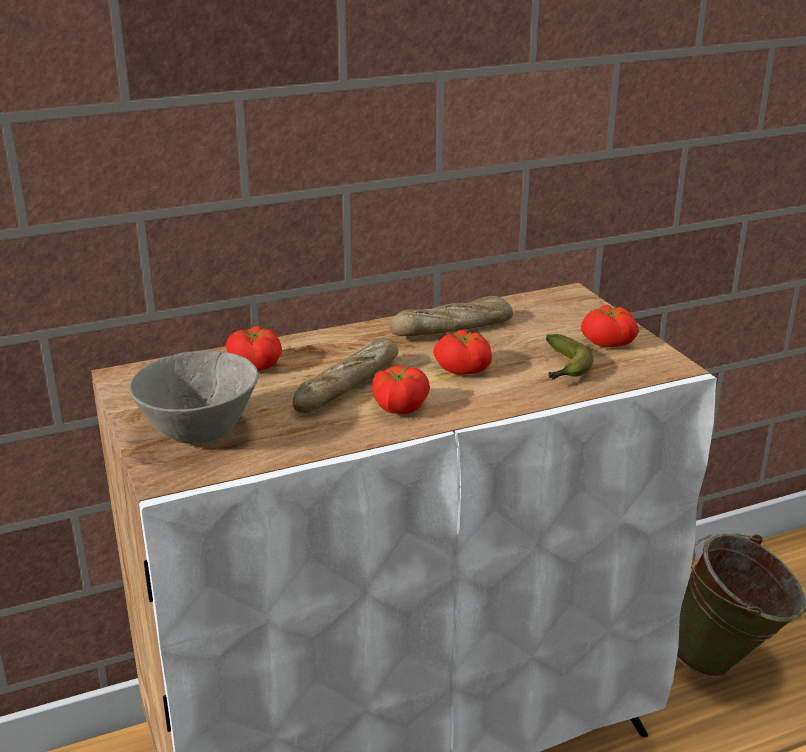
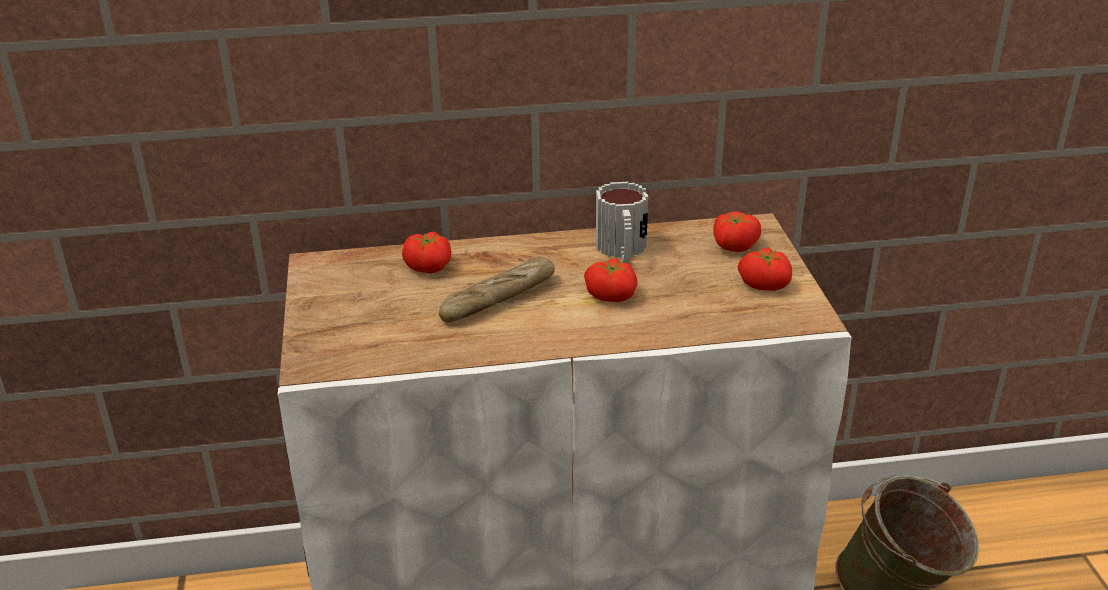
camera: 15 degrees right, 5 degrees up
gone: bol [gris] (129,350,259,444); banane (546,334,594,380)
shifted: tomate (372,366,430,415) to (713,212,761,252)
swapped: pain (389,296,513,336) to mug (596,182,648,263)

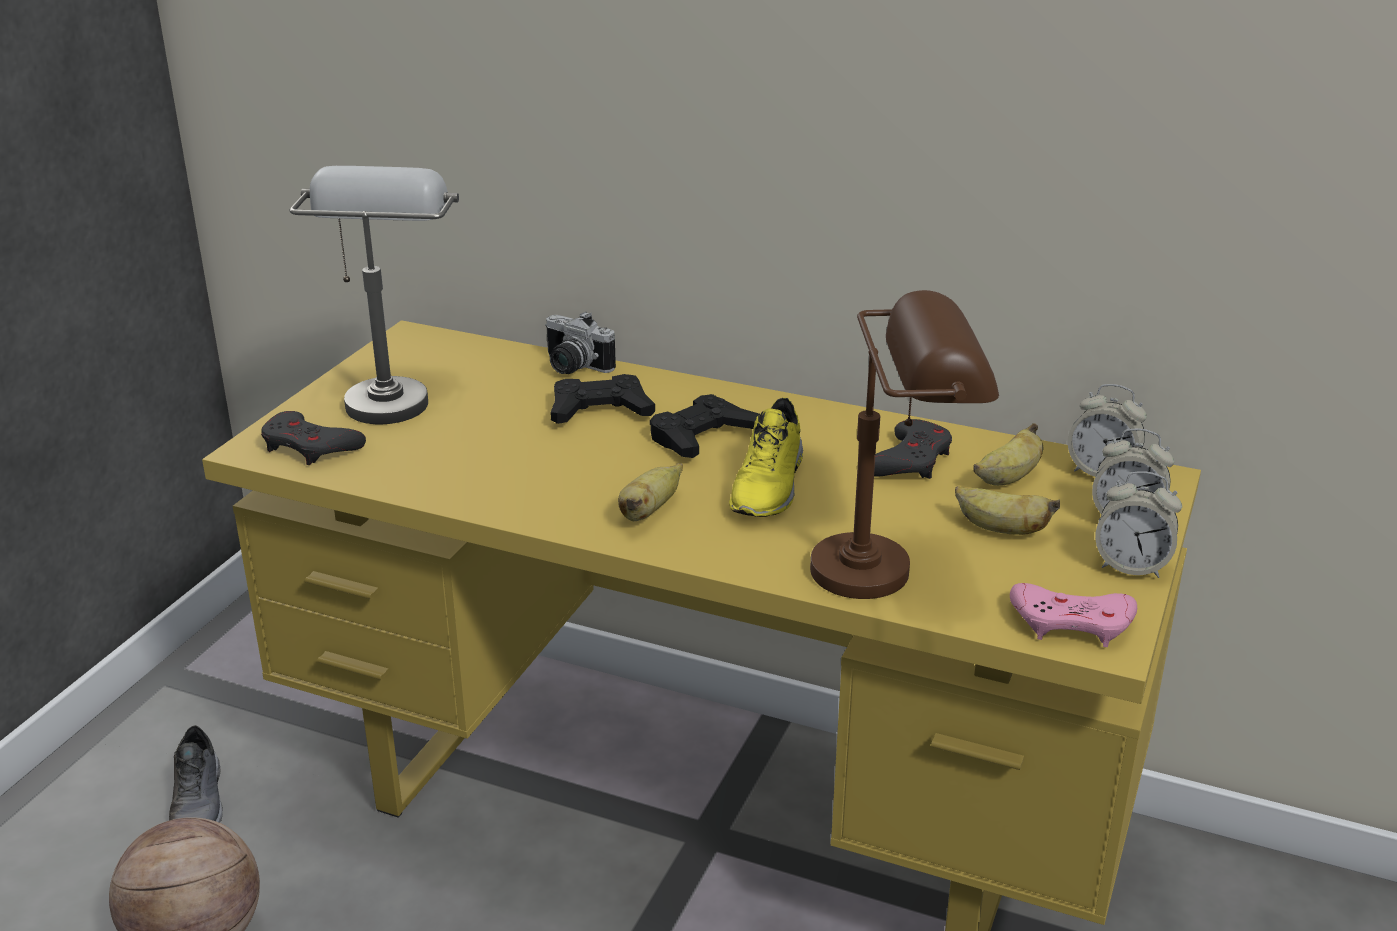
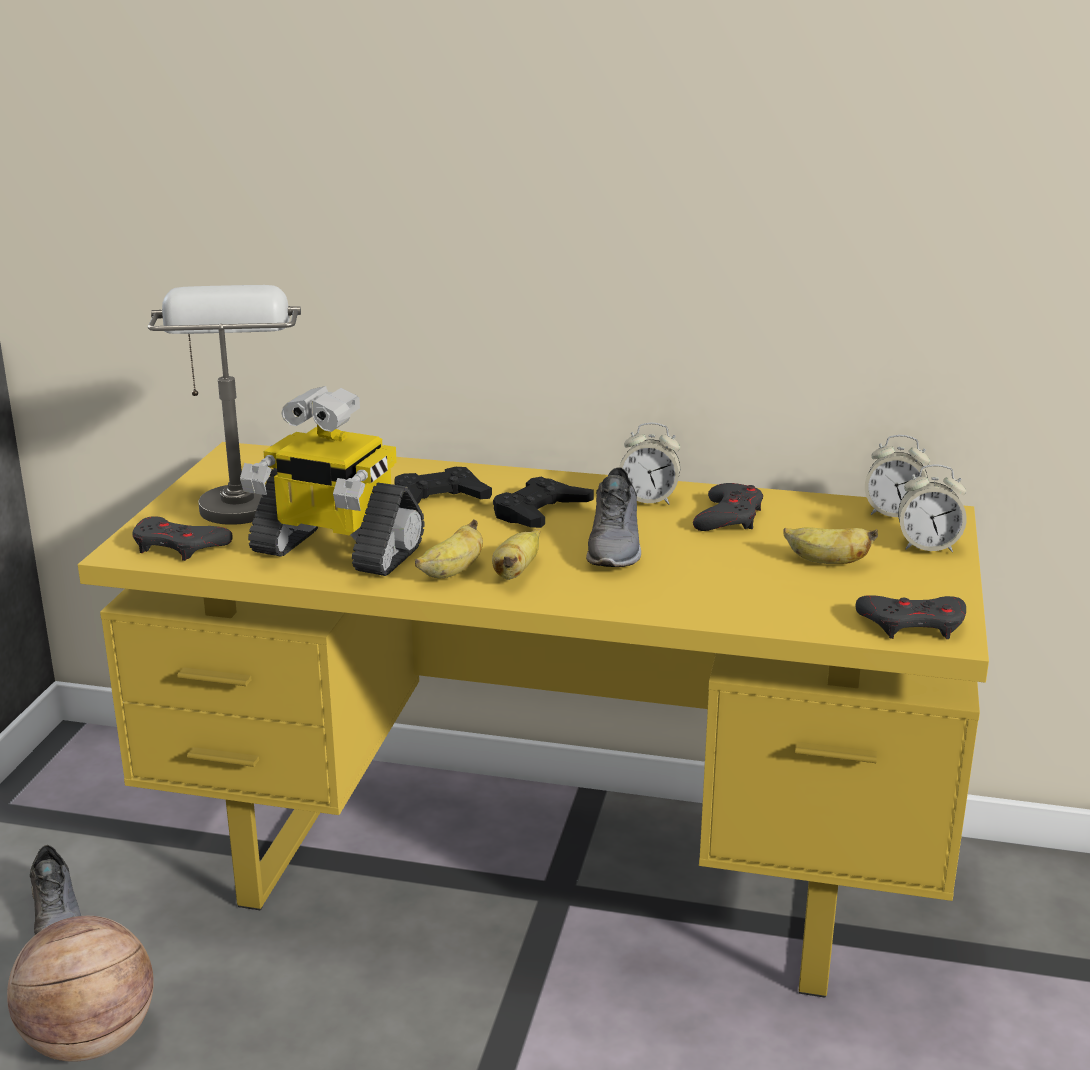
camera: 10 degrees left, 5 degrees down
gone: appareil photo (545,311,616,374); lampe de table [marron] (810,290,999,599)
new: robot jouet (240,386,424,576)
shifted: banane (973,423,1043,486) to (415,519,483,579); réveil (1095,471,1182,578) to (619,423,680,505)
repainted: chaussure [jaune] (729,398,803,517) to chaussure [gris] (586,467,641,567); manette [rose] (1010,583,1137,647) to manette [gris] (856,595,966,639)

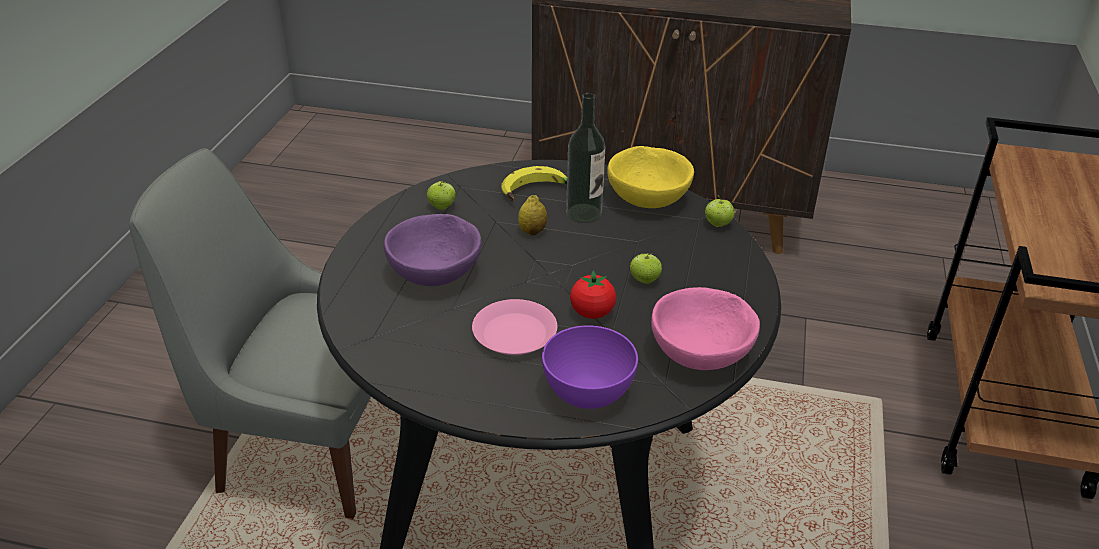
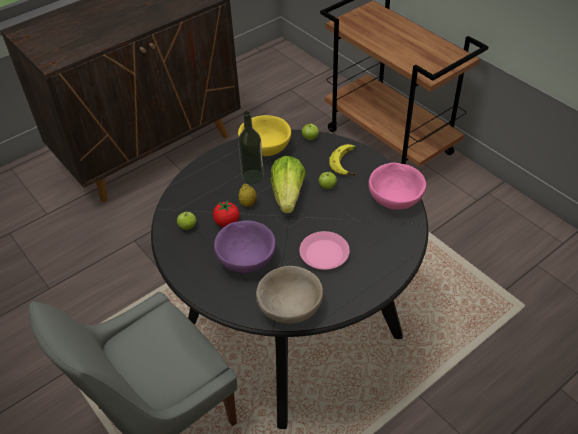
camera: 50 degrees left, 10 degrees up
gone: bol [violet] (542,325,638,409)
new: bol [beige] (256,266,323,324); laitue (270,156,306,213)
shifted: banane (501,166,567,202) to (329,144,356,176); tomate (570,270,616,319) to (213,200,239,227)

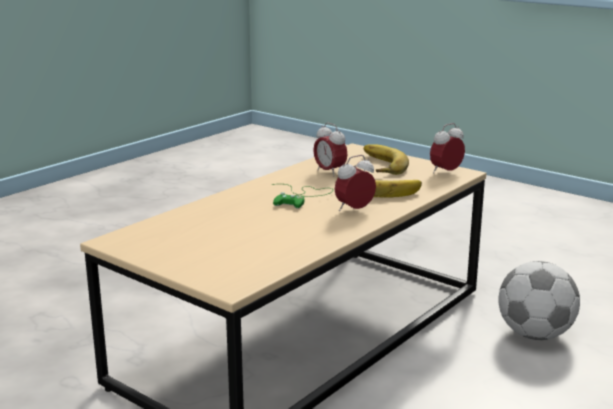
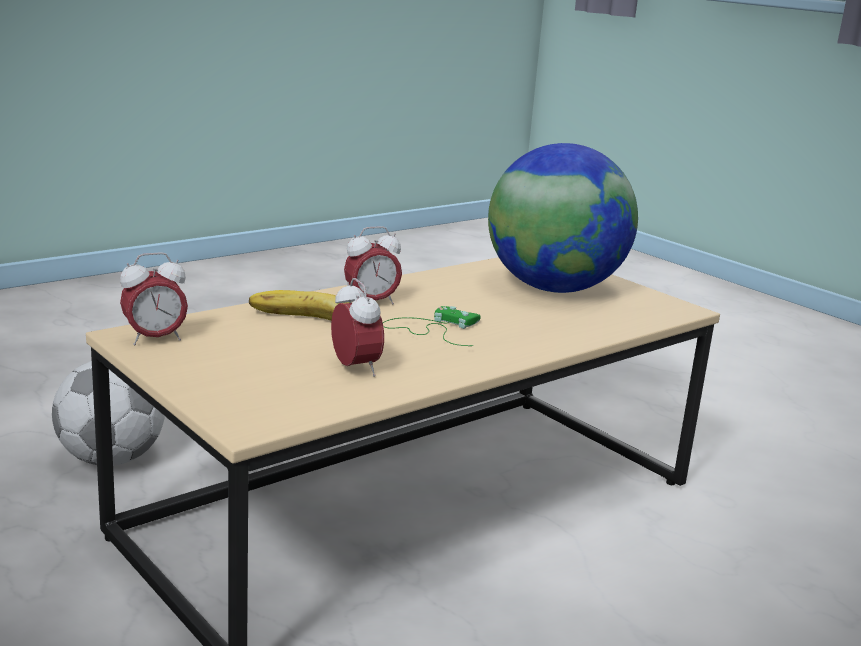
camera: 170 degrees left, 0 degrees up
gone: banane (364,144,409,175)
new: globe (488,143,638,293)

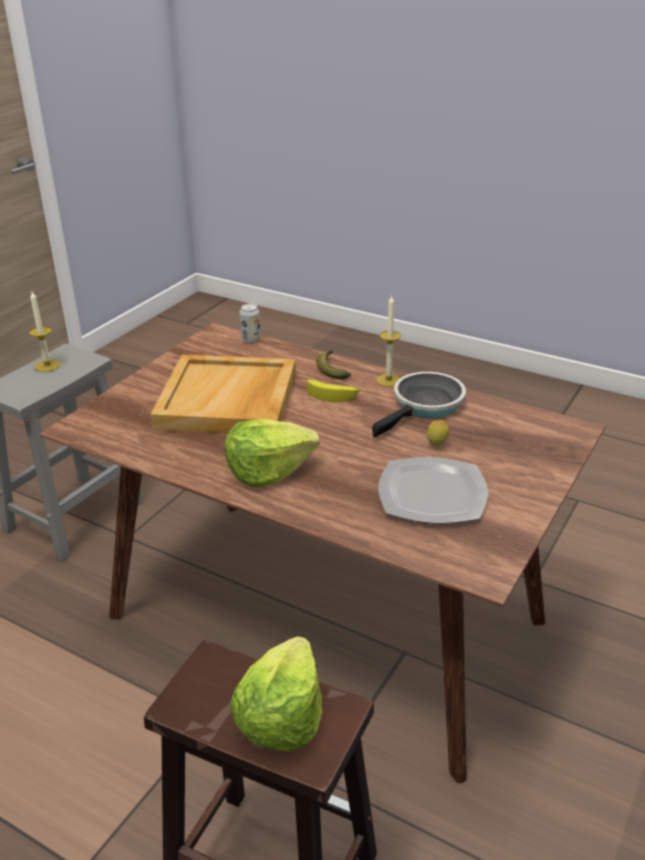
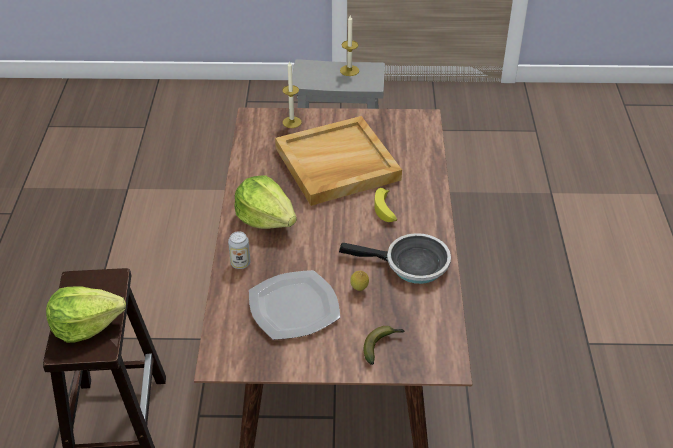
camera: 60 degrees right, 10 degrees up
shifted: boîte métallique (239,304,261,344) to (228,231,250,269); banane (316,350,351,379) to (364,326,405,365); bougie (377,295,401,387) to (282,61,302,128)

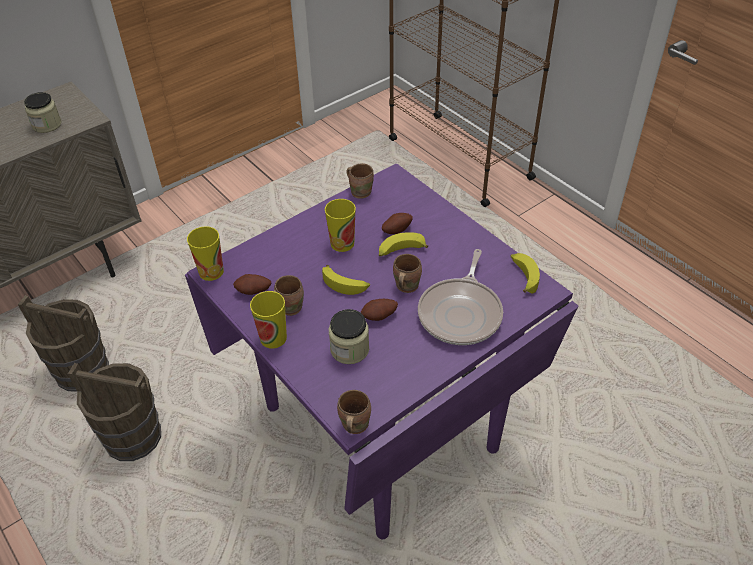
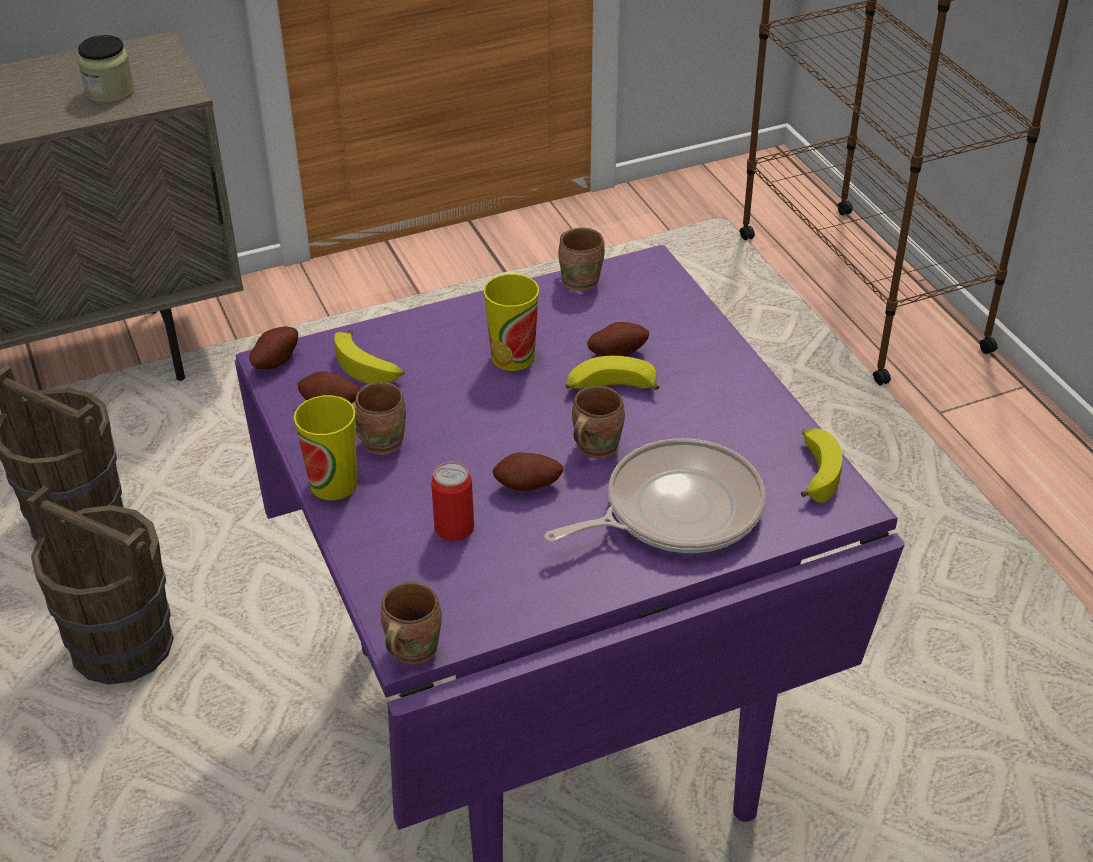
camera: 15 degrees right, 5 degrees down
shifted: banane (322,265,370,295) to (334,330,405,384)
swapped: tasse (187,226,224,281) to pomme de terre (249,326,298,370); bocal (329,309,369,364) to boîte métallique (431,461,474,541)
rotated: poêle (418,249,503,345) = (544,438,766,553) 150 degrees counterclockwise

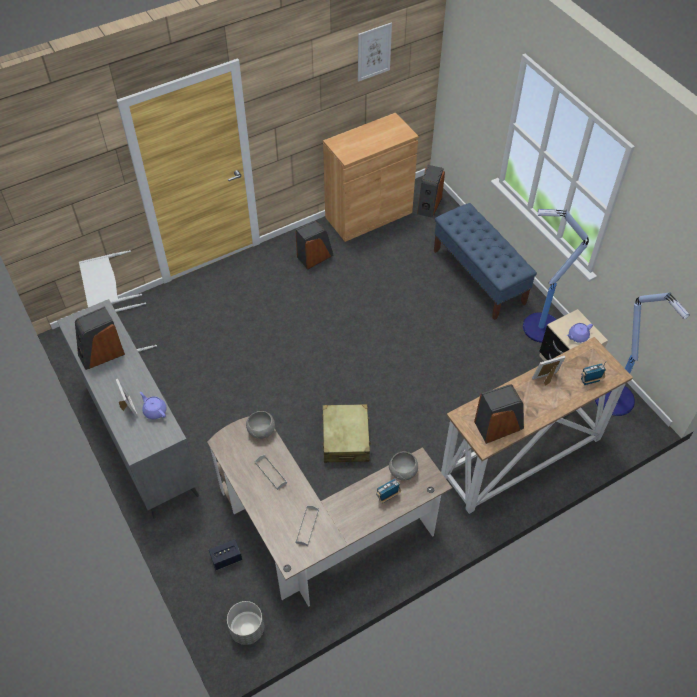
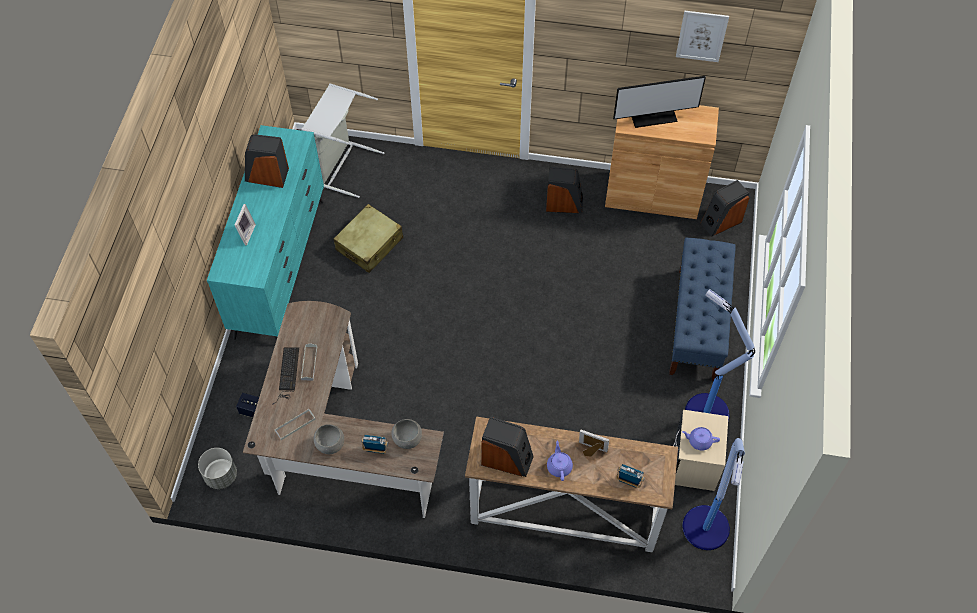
camera: 40 degrees right, 5 degrees up
new: clavier (272,347,299,405); écran d'ordinateur (613,76,706,128)
shifted: théière [violet] (140,392,167,419) to (547,441,573,481); bol [gris] (246,411,275,439) to (314,424,344,454); valise [beige] (322,404,371,463) to (334,204,403,273)
repainted: commode [gris] (57,299,199,519) to commode [turquoise] (207,125,324,340)

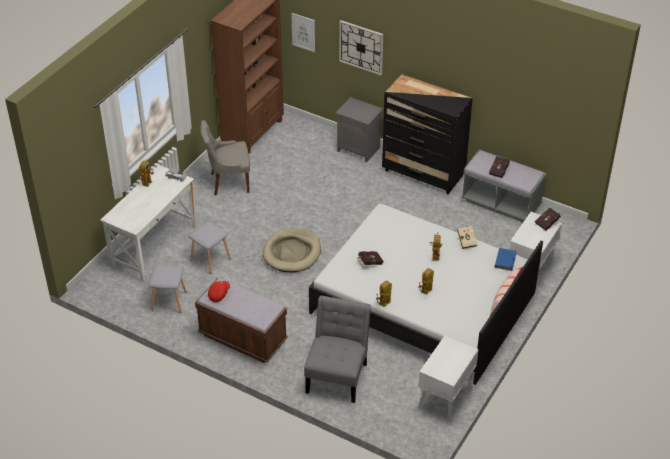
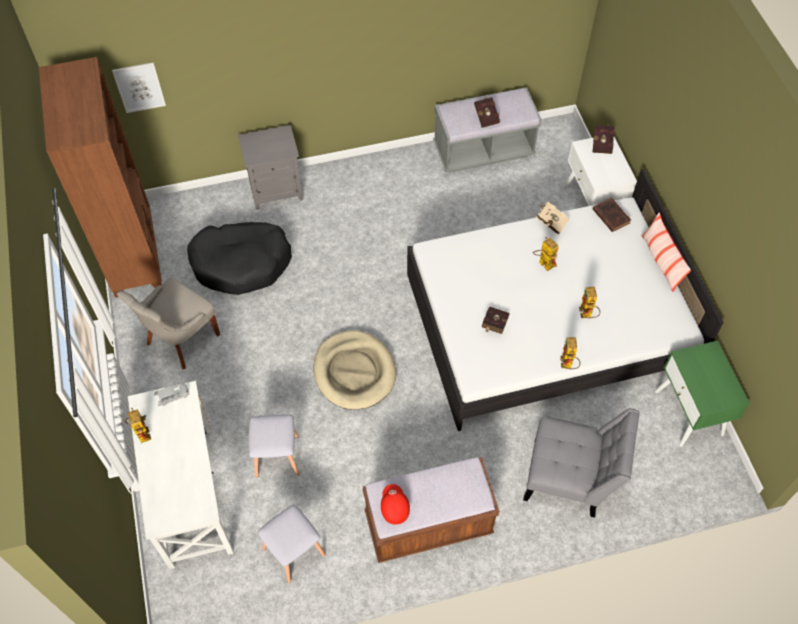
camera: 45 degrees left, 15 degrees up
gone: horloge murale (339,20,383,75); commode [noir] (382,74,472,194)
new: panier pour chien [noir] (187,222,292,295)
repainted: table de chevet [blanc] (418,336,479,422) to table de chevet [vert] (655,341,750,447); livre [bleu] (495,248,517,271) to livre [marron] (592,198,631,232)
rotated: chaise [gris] (304,296,371,403) = (523,408,640,518) 135 degrees clockwise

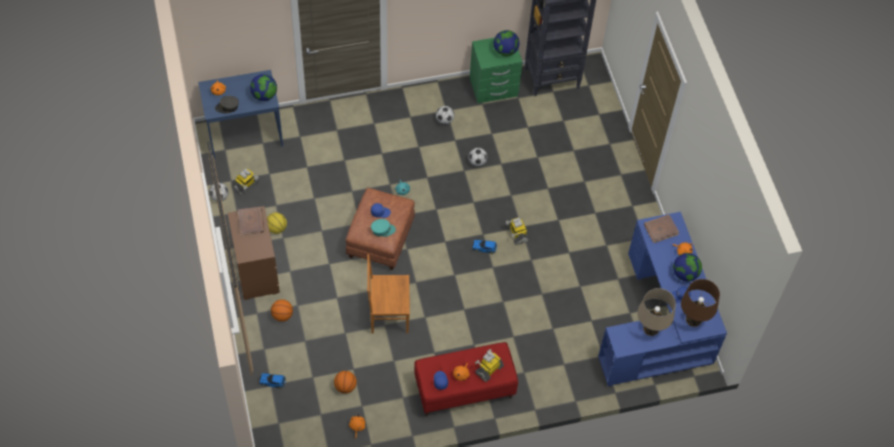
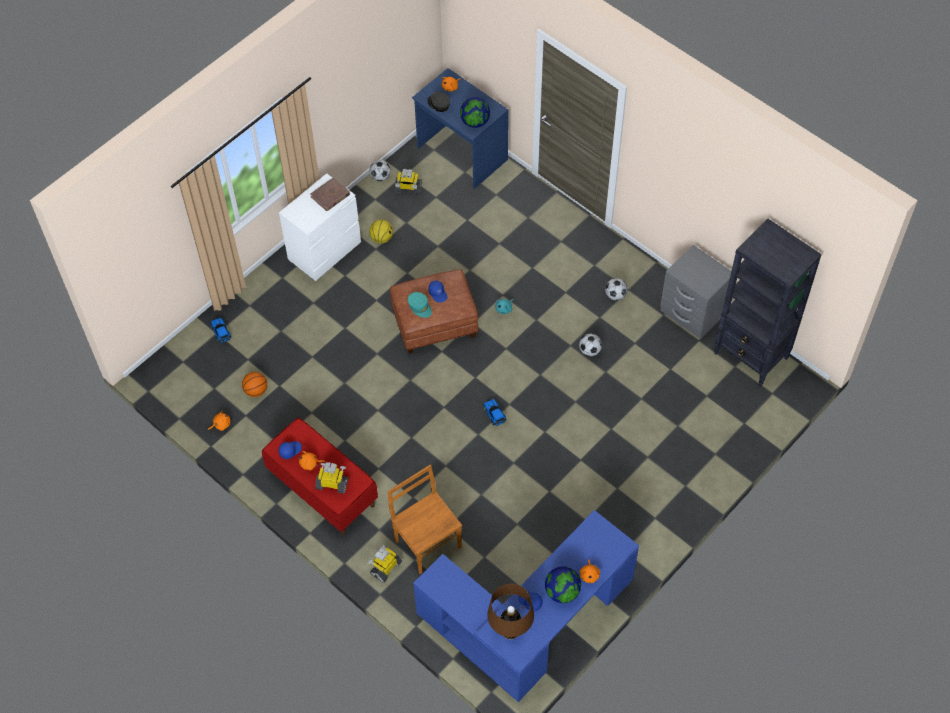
camera: 60 degrees right, 0 degrees up
gone: ballon de basket (271,299,293,322); globe (494,30,519,56); lampe de table [beige] (637,288,676,336); livre [marron] (644,215,679,243)
shifted: chaise [marron] (367,254,410,334) to (388,465,462,574); robot jouet (506,218,529,245) to (367,544,402,583)
repainted: commode [marron] (228,206,280,300) to commode [blanc] (279,173,361,281); table de chevet [vert] (470,38,522,103) to table de chevet [gris] (660,245,731,339)

